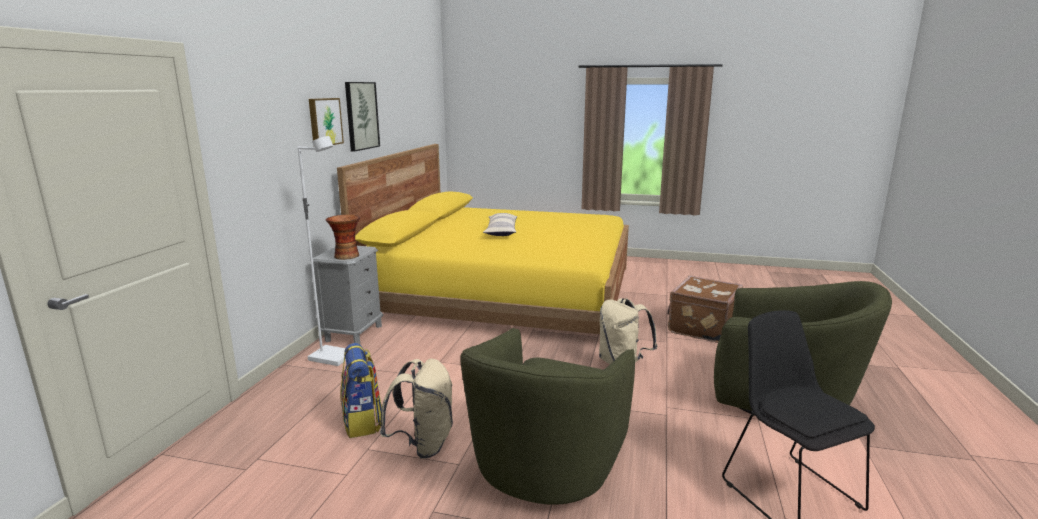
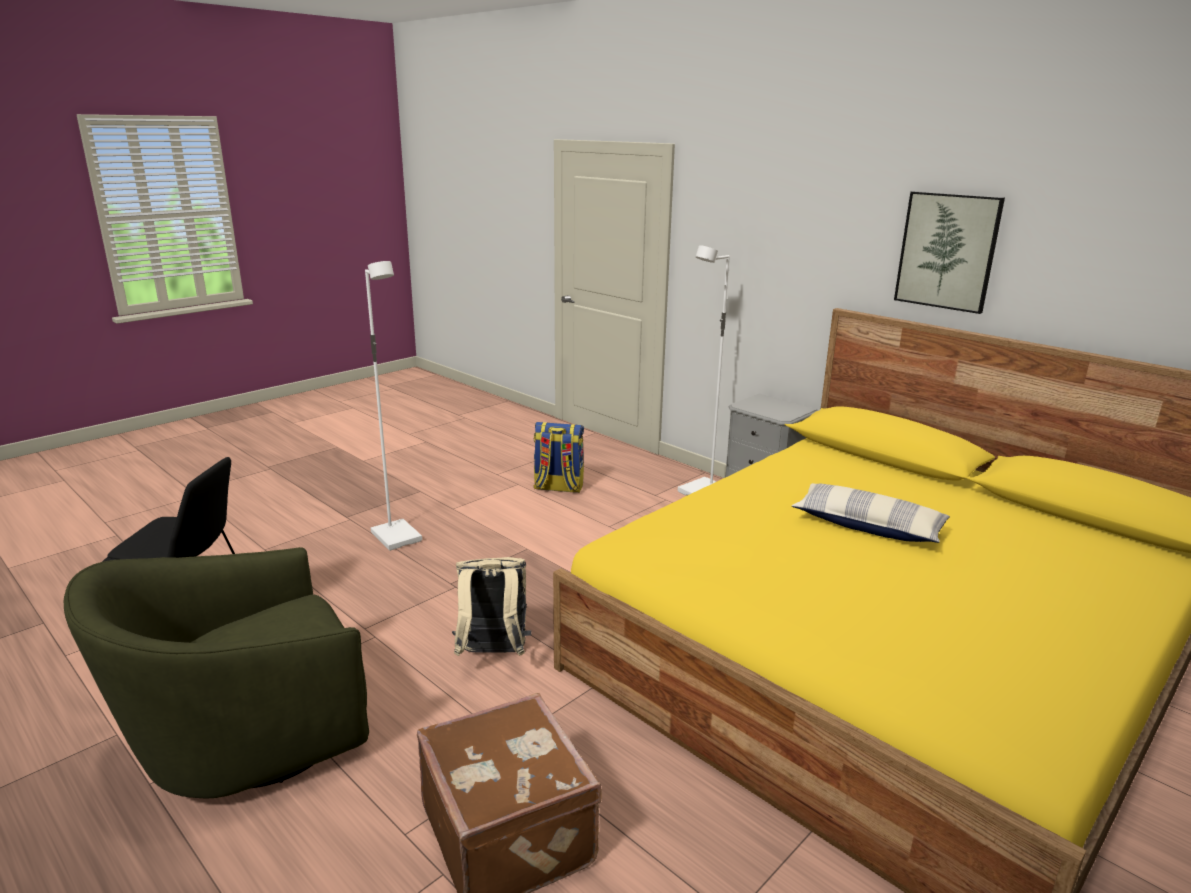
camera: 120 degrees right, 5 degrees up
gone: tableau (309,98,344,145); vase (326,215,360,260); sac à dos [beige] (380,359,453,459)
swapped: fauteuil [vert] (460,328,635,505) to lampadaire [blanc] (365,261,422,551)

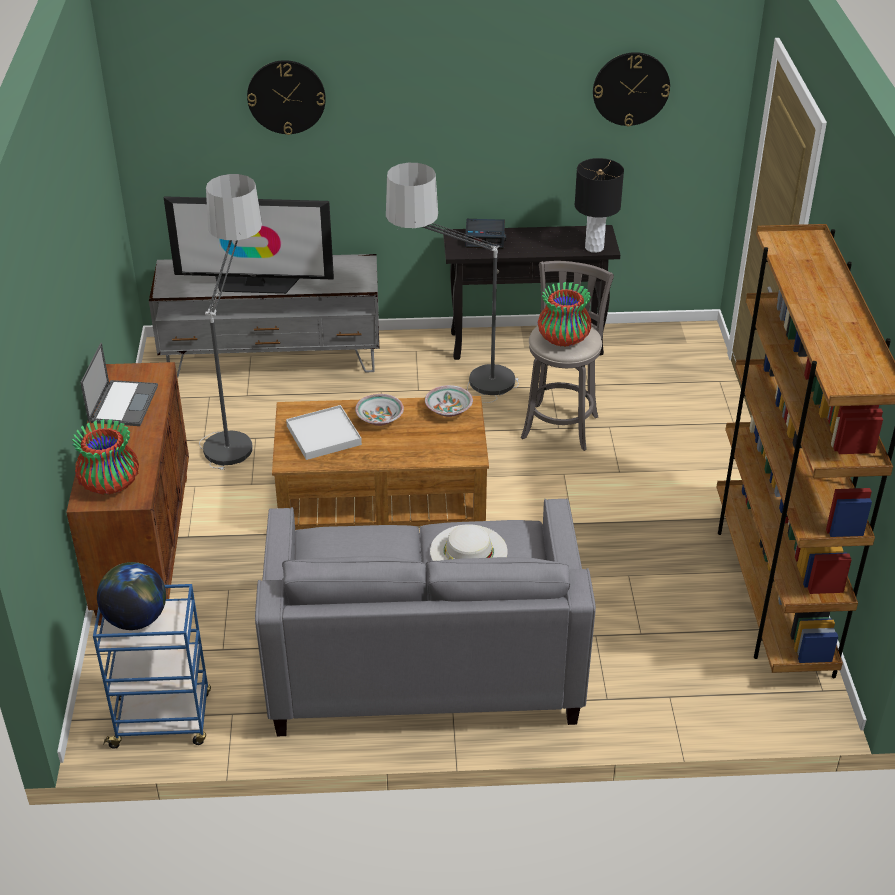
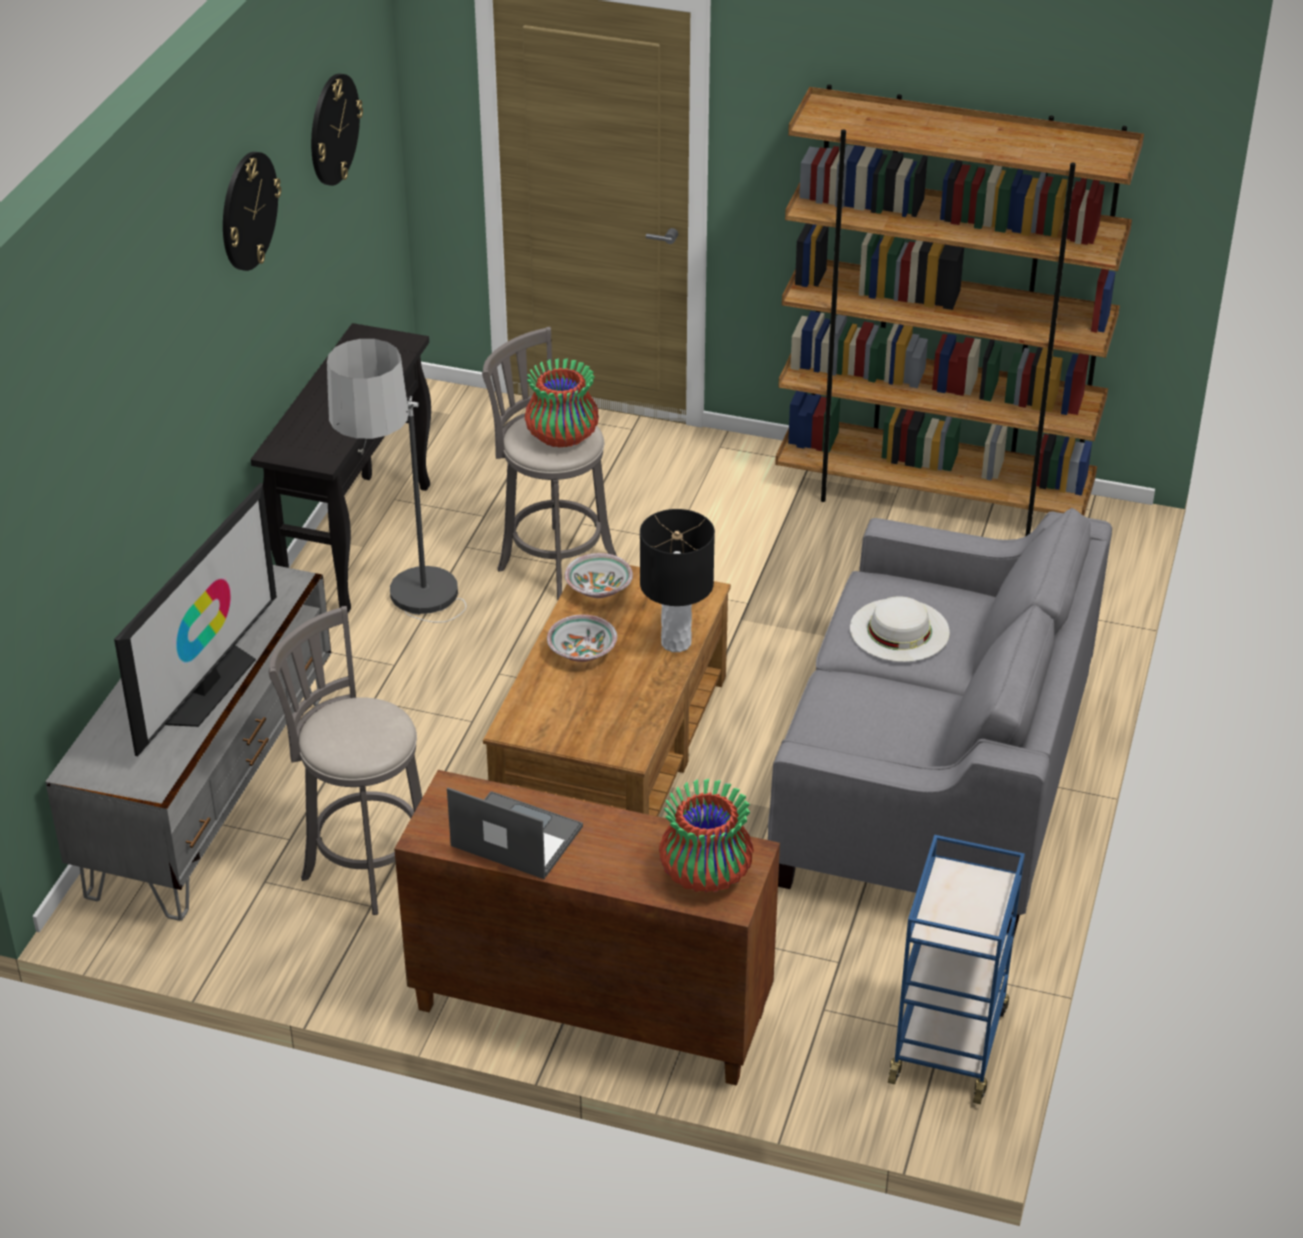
camera: 70 degrees left, 0 degrees up
gone: globe (97,562,166,630); plateau [blanc] (286,405,362,460); réveil (465,219,506,249)
shifted: horloge murale (247,60,326,135) to (223,152,281,271); lampe de table [noir] (575,158,624,253) to (640,509,715,652)
swapped: lampadaire (199,174,262,470) to tabouret [gris] (268,606,422,915)

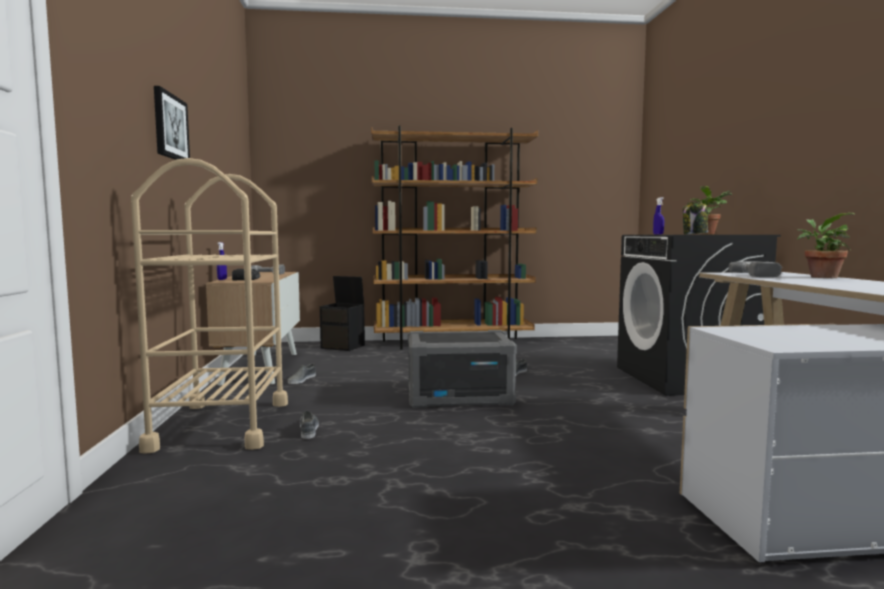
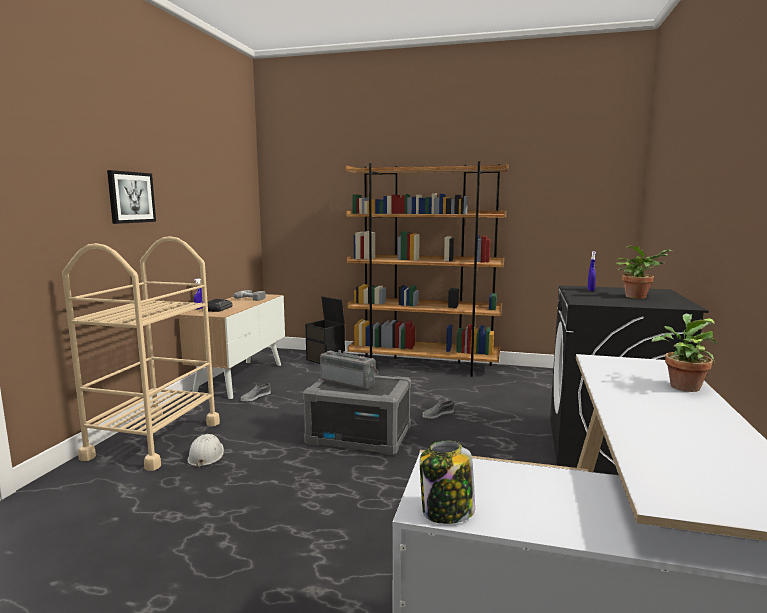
camera: 20 degrees right, 5 degrees up
gone: perceuse (728,261,782,277)
new: radio (320,350,378,389)
shifted: bocal (683,201,708,234) to (420,441,475,524)
swapped: chaussure [gris] (300,411,319,439) to casque de chantier [blanc] (187,434,224,468)

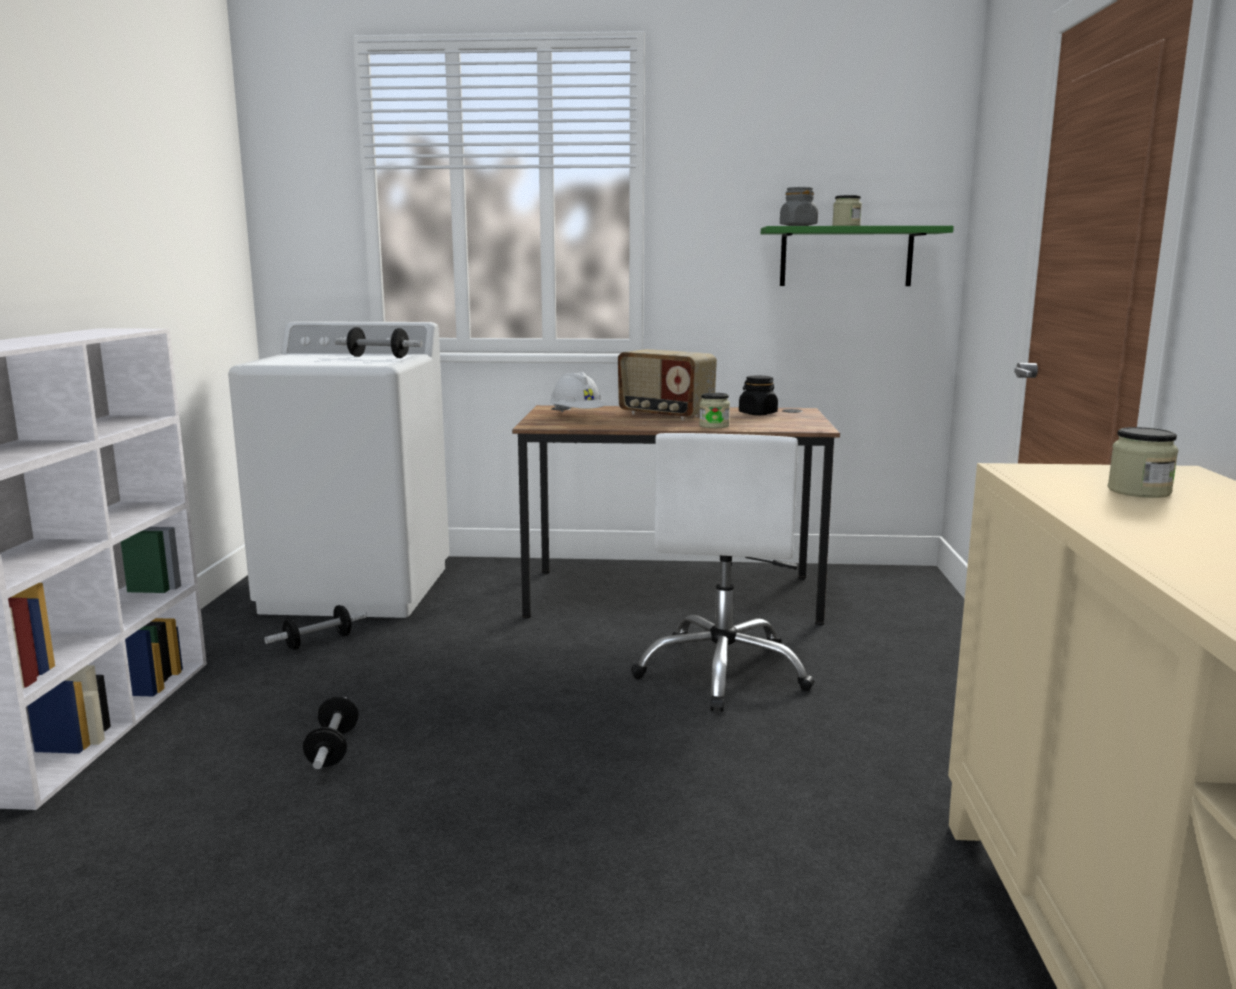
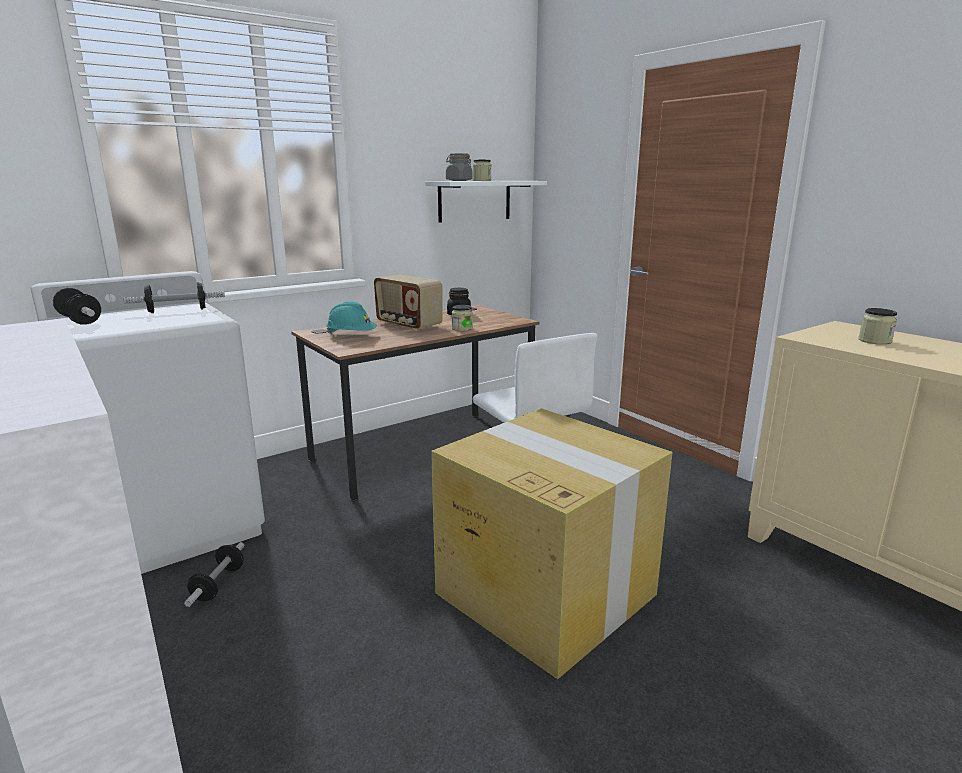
camera: 40 degrees left, 5 degrees up
new: carton (431,408,673,679)
shifted: haltère (303,696,359,769) to (53,288,101,325)
repainted: casque de chantier [blanc] (550,372,606,412) to casque de chantier [turquoise] (326,301,377,335); étagère [vert] (761,226,954,286) to étagère [blanc] (425,181,547,222)
rotated: radio (618,349,717,420) = (374,275,442,331) 45 degrees clockwise

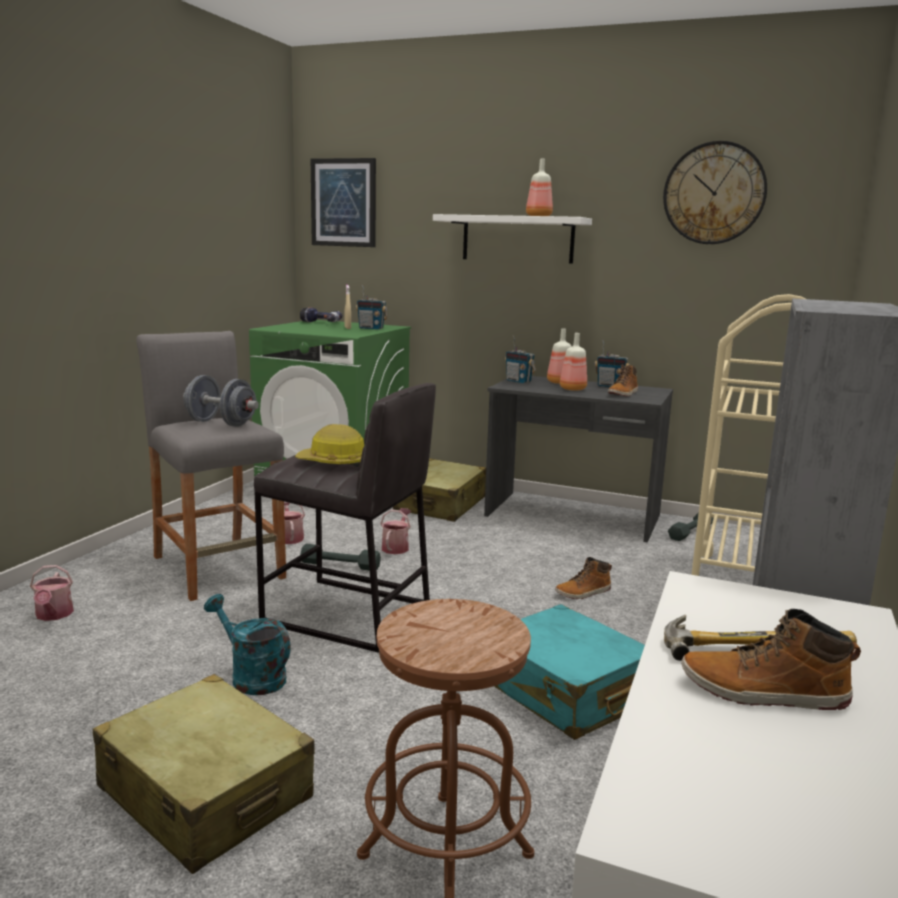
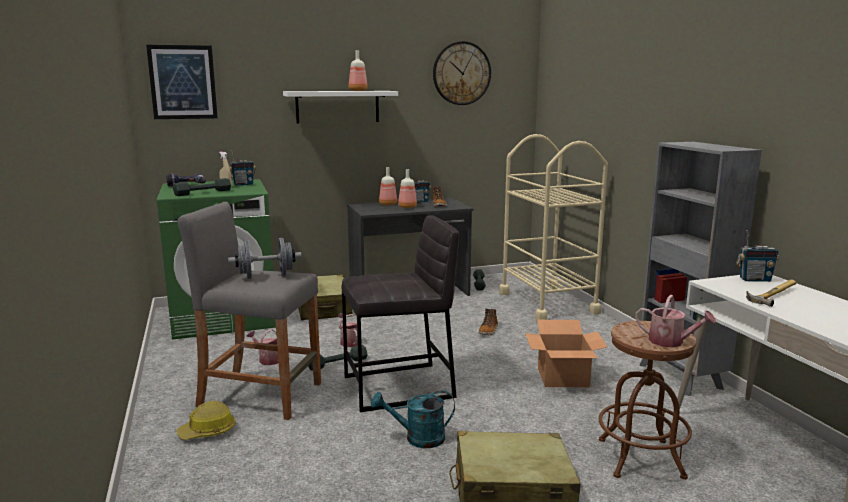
camera: 40 degrees left, 0 degrees up
gone: botte (682,609,861,710)
new: haltère [gris] (173,178,231,196)
shifted: arrosoir (30,565,74,621) to (635,295,716,347); casque de chantier (295,424,364,467) to (177,401,236,440); radio (505,335,536,383) to (736,230,779,282)
swapped: valise [turquoise] (494,604,645,740) to carton (525,320,608,387)

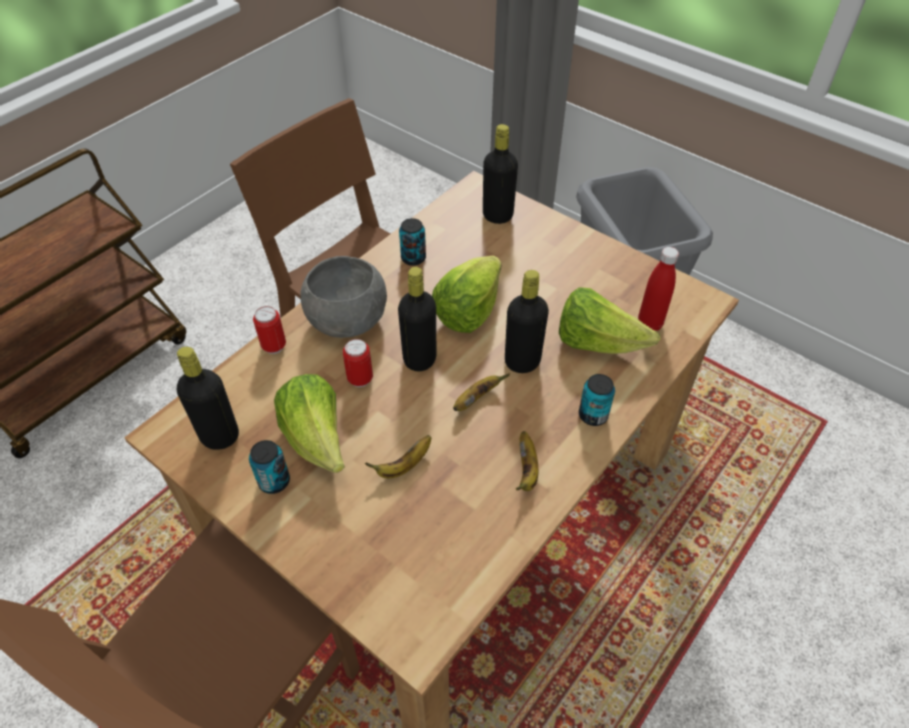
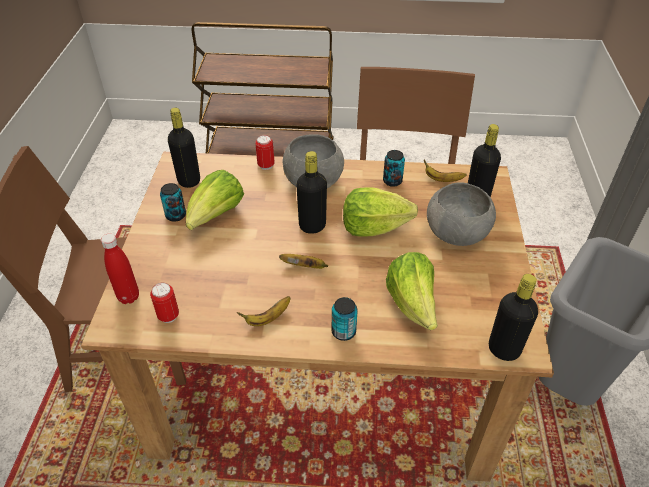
camera: 55 degrees right, 5 degrees down
new: bol [gris] (427,182,496,246)
shifted: boîte métallique (343,339,373,387) to (150,283,179,323); banane (365,435,431,478) to (424,160,467,182); bouteille [noir] (505,270,549,373) to (489,274,538,361); bouteille [rouge] (638,247,679,331) to (101,233,139,304)

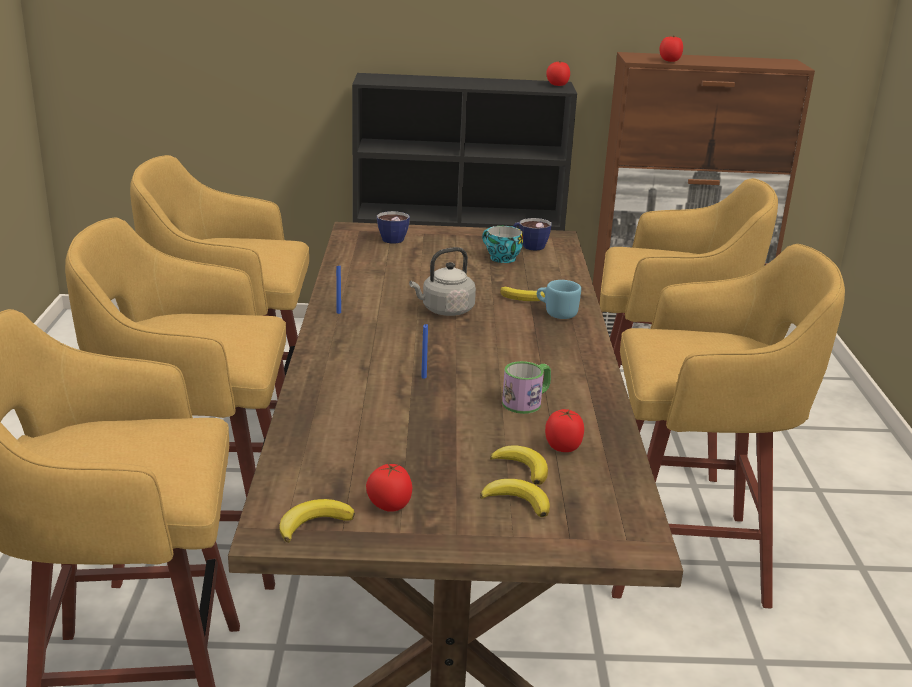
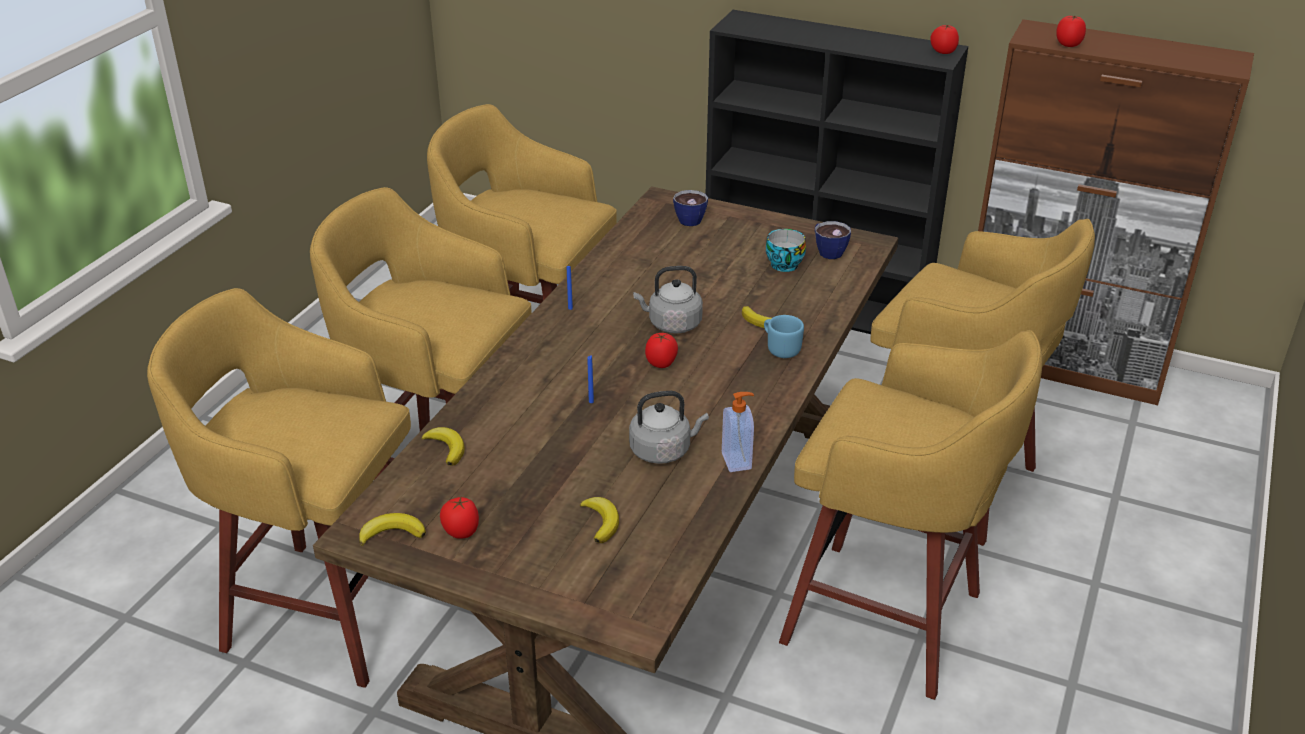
camera: 25 degrees right, 10 degrees up
new: distributeur de savon (722,392,754,472)
shifted: banane (480,479,550,517) to (421,427,465,466); tomate (545,409,584,452) to (645,333,678,368)
swapped: mug (502,361,551,414) to bouilloire [gris] (629,391,709,464)

